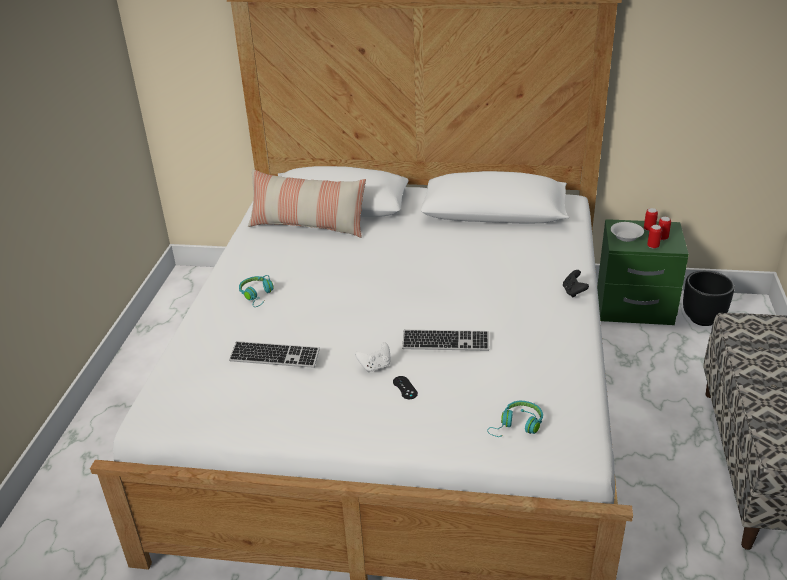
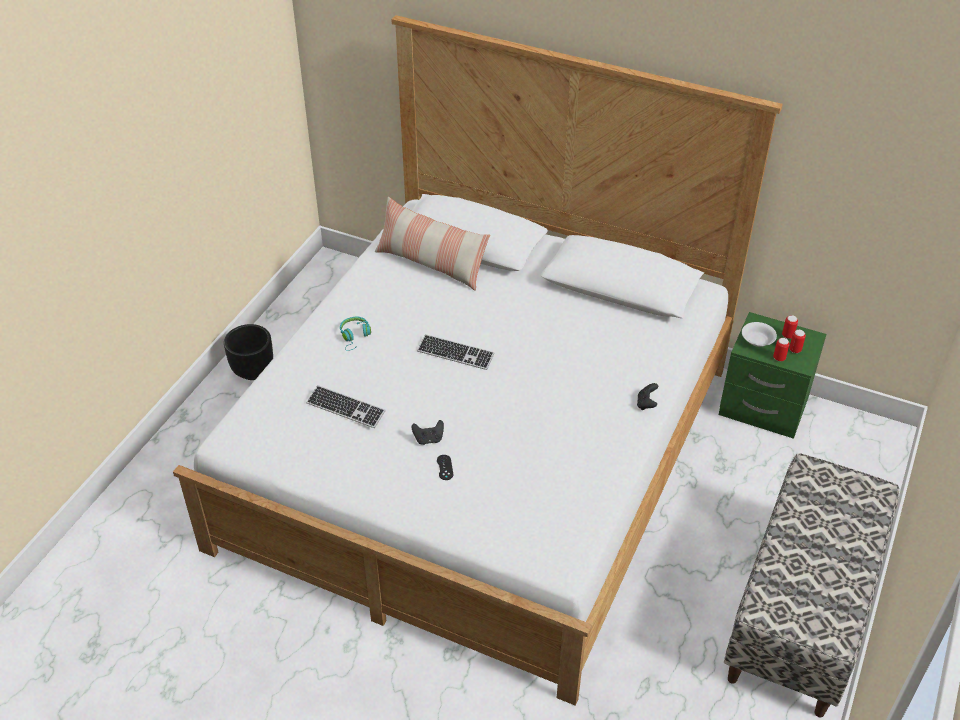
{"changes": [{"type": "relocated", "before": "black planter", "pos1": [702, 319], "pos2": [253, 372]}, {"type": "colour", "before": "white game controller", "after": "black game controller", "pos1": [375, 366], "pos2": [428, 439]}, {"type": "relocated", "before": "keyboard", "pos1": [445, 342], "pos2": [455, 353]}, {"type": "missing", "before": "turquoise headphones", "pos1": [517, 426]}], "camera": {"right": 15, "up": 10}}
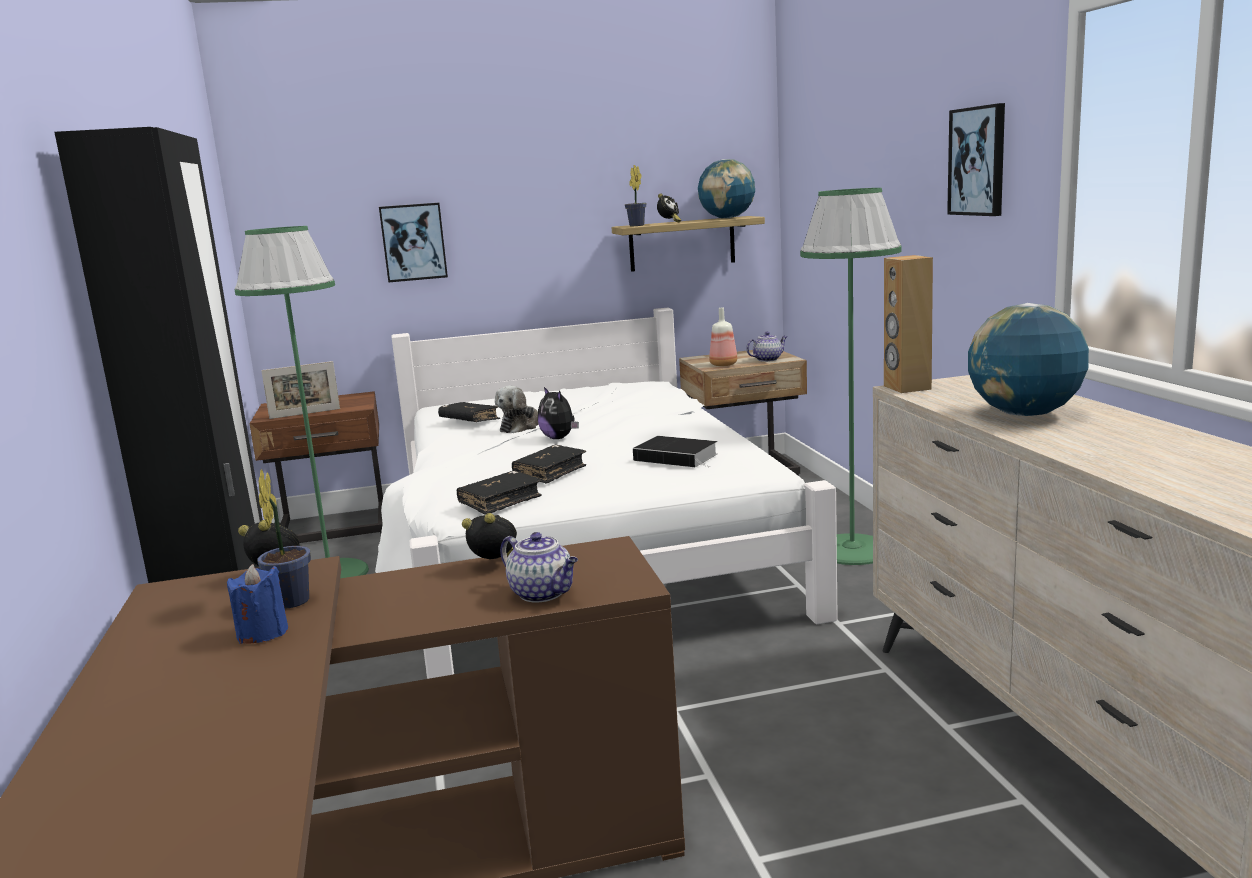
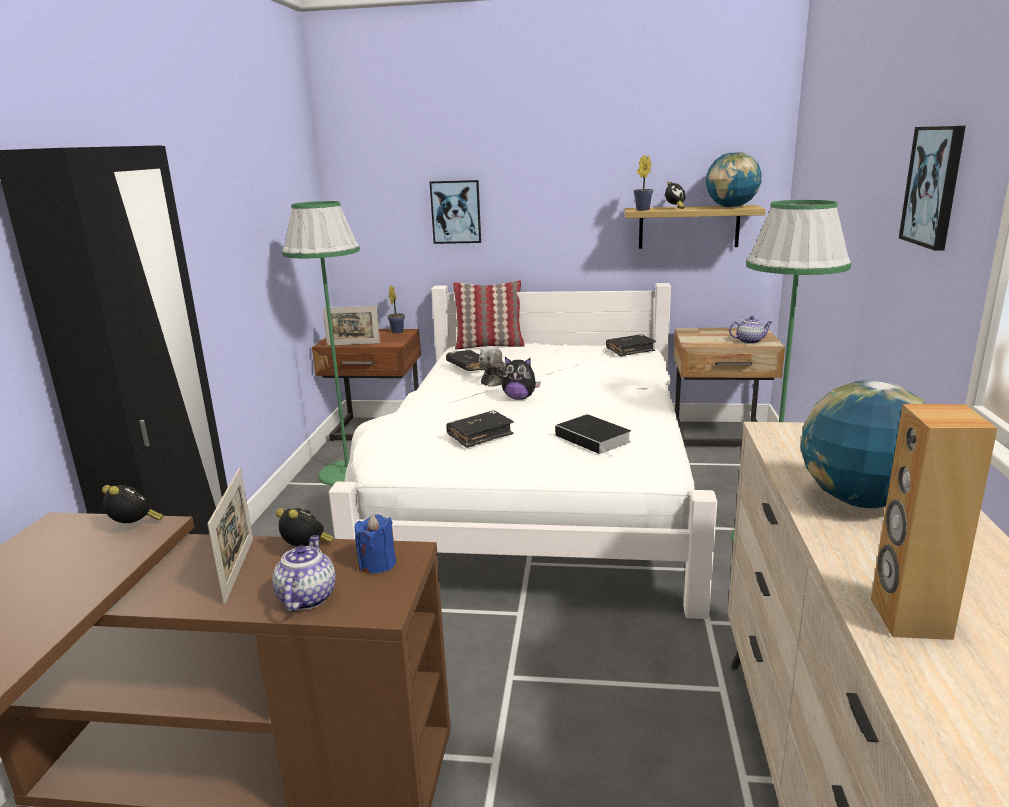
{"changes": [{"type": "appeared", "after": "picture frame", "pos2": [239, 569]}, {"type": "spun", "before": "teapot", "pos1": [543, 593], "pos2": [307, 597], "turn": -150}, {"type": "relocated", "before": "blue candle", "pos1": [262, 633], "pos2": [377, 564]}, {"type": "relocated", "before": "potted plant", "pos1": [292, 599], "pos2": [398, 331]}, {"type": "appeared", "after": "pillow", "pos2": [489, 345]}, {"type": "spun", "before": "plush toy", "pos1": [559, 438], "pos2": [519, 398], "turn": -60}, {"type": "relocated", "before": "black book", "pos1": [500, 501], "pos2": [630, 350]}, {"type": "relocated", "before": "brown speaker", "pos1": [906, 388], "pos2": [909, 618]}, {"type": "missing", "before": "bottle", "pos1": [722, 364]}], "camera": {"right": 20, "up": 5}}
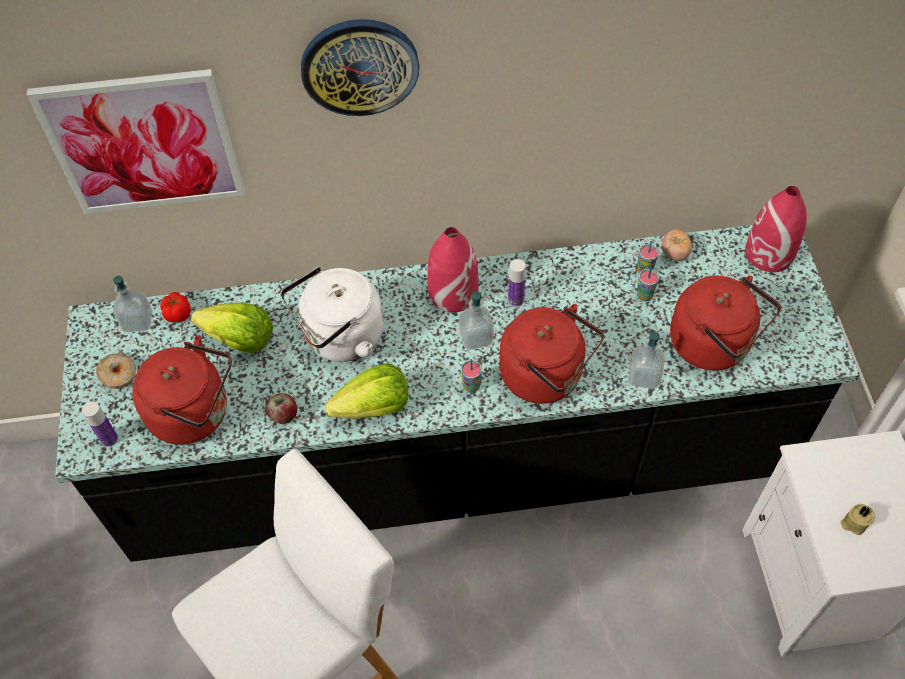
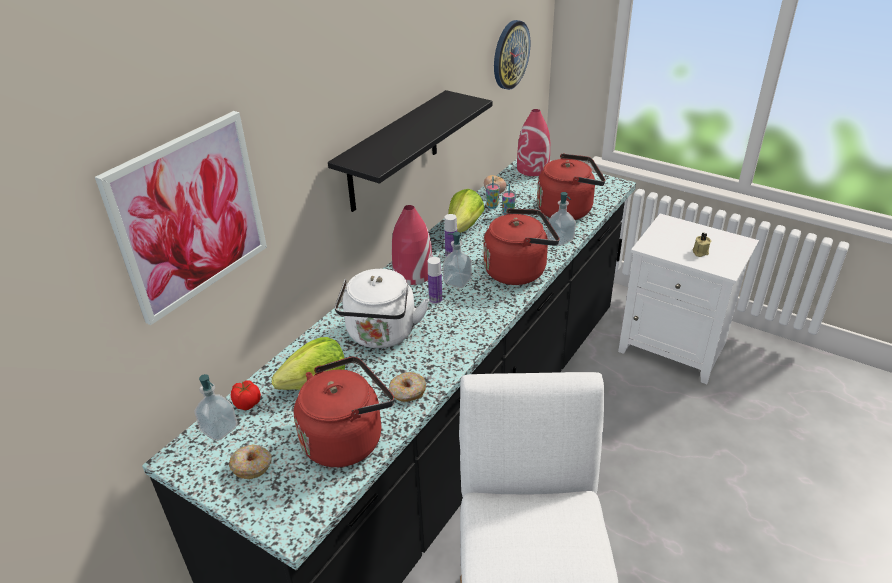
{"changes": [{"type": "appeared", "after": "black shelf", "pos2": [393, 152]}, {"type": "exchanged", "before": "apple", "after": "donut", "pos1": [283, 415], "pos2": [407, 392]}, {"type": "relocated", "before": "bottle", "pos1": [109, 439], "pos2": [435, 300]}, {"type": "relocated", "before": "lettuce", "pos1": [374, 408], "pos2": [463, 227]}, {"type": "relocated", "before": "wall clock", "pos1": [360, 66], "pos2": [510, 55]}, {"type": "missing", "before": "cup", "pos1": [471, 386]}], "camera": {"right": -50, "up": -20}}
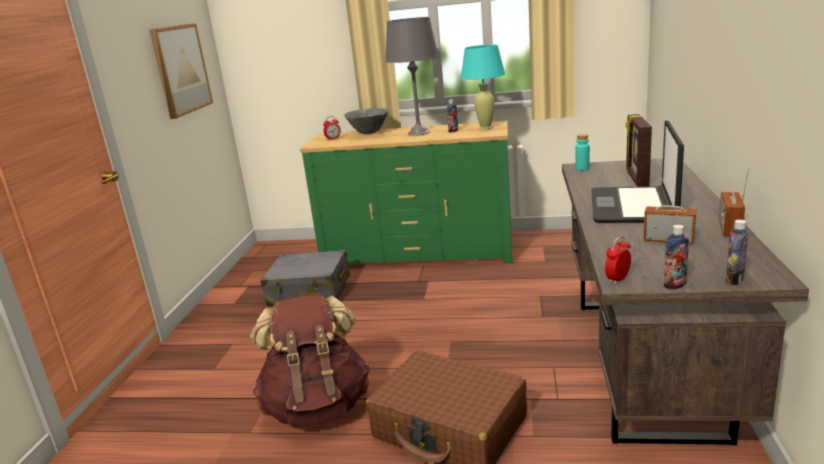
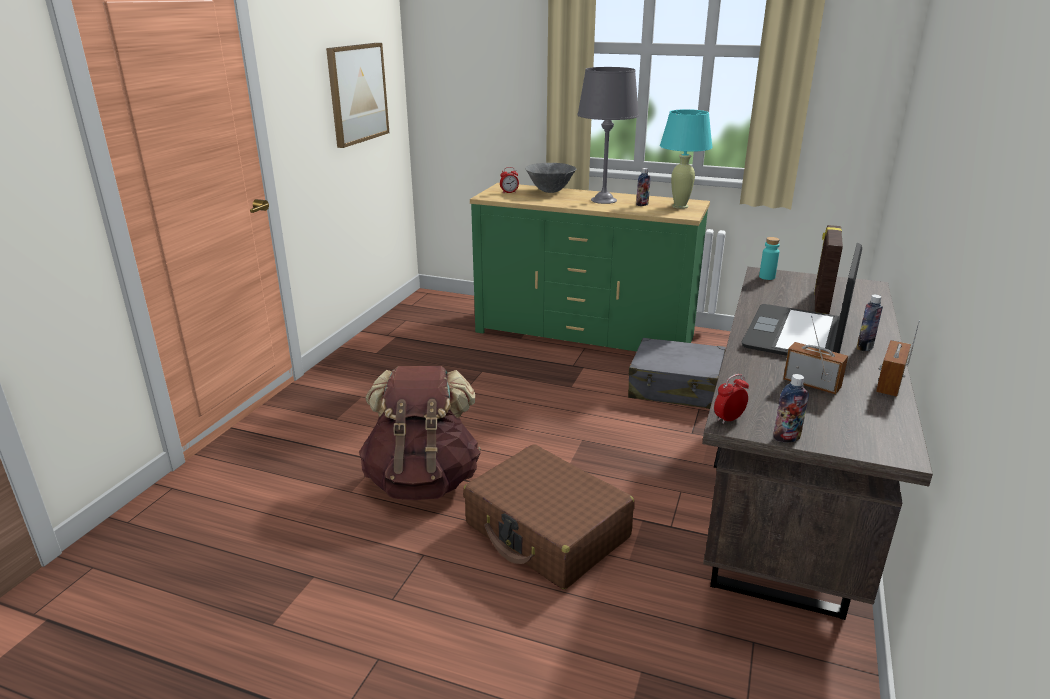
{"changes": [{"type": "relocated", "before": "grey suitcase", "pos1": [310, 291], "pos2": [676, 388]}, {"type": "relocated", "before": "bottle", "pos1": [734, 280], "pos2": [864, 347]}], "camera": {"right": 10, "up": 5}}
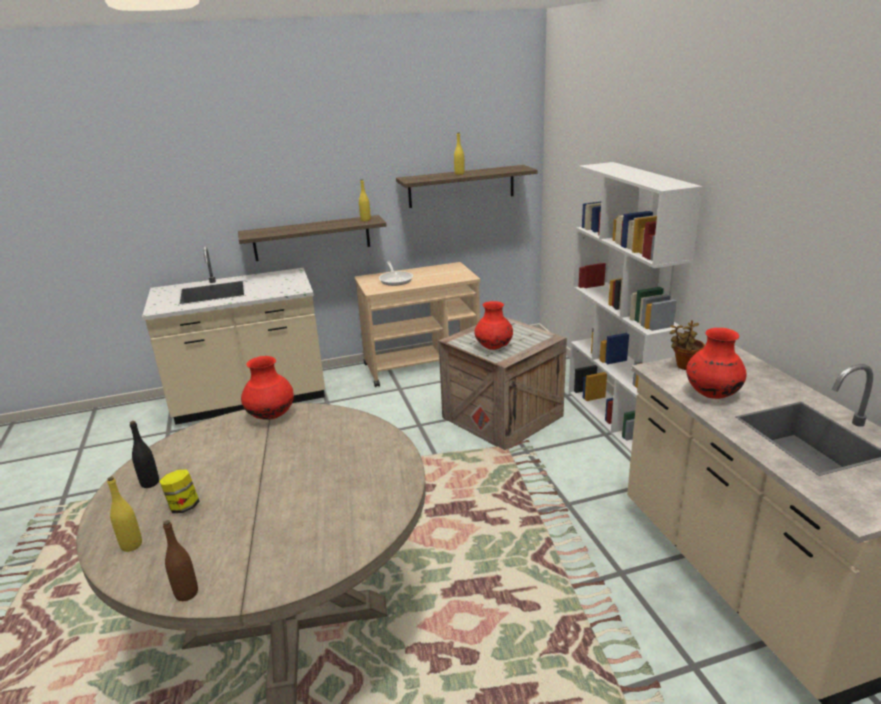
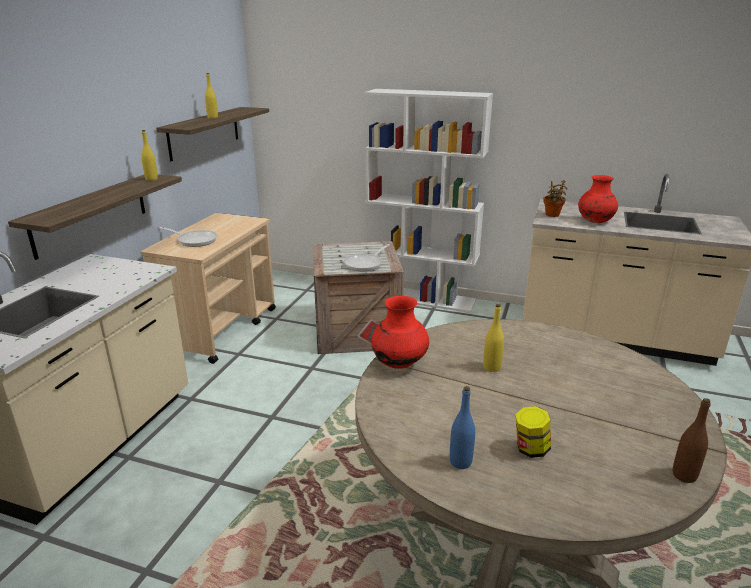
{"changes": [{"type": "exchanged", "before": "red vase", "after": "frying pan", "pos1": [494, 348], "pos2": [365, 264]}, {"type": "colour", "before": "black bottle", "after": "blue bottle", "pos1": [150, 483], "pos2": [460, 462]}, {"type": "relocated", "before": "yellow bottle", "pos1": [131, 545], "pos2": [491, 367]}], "camera": {"right": -55, "up": 0}}
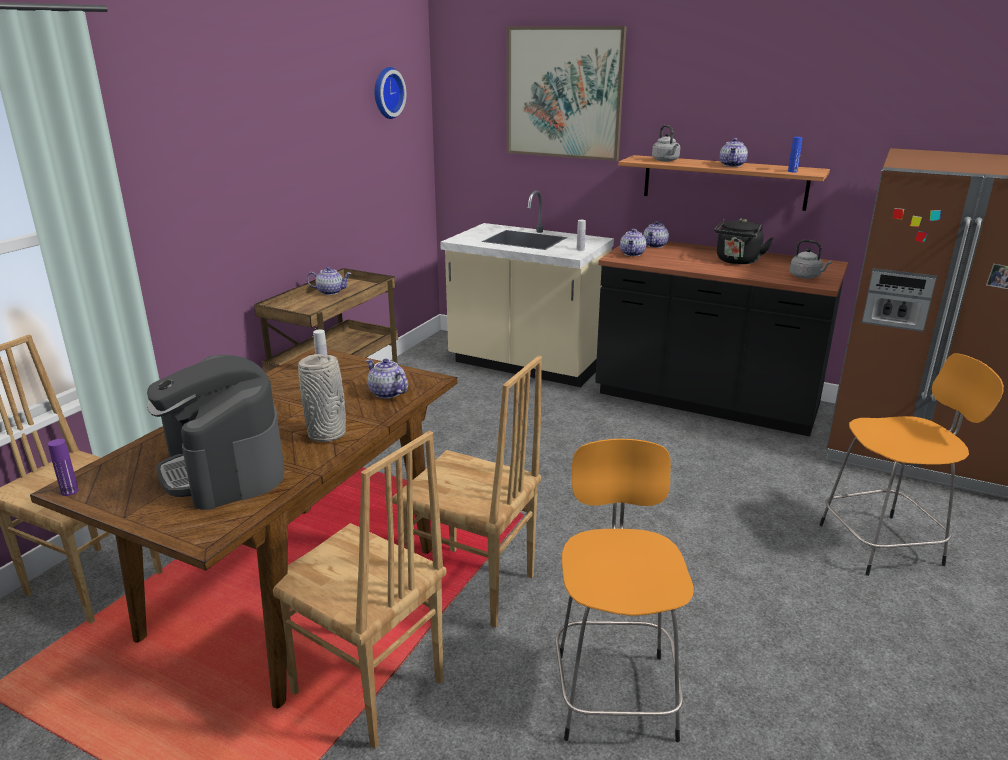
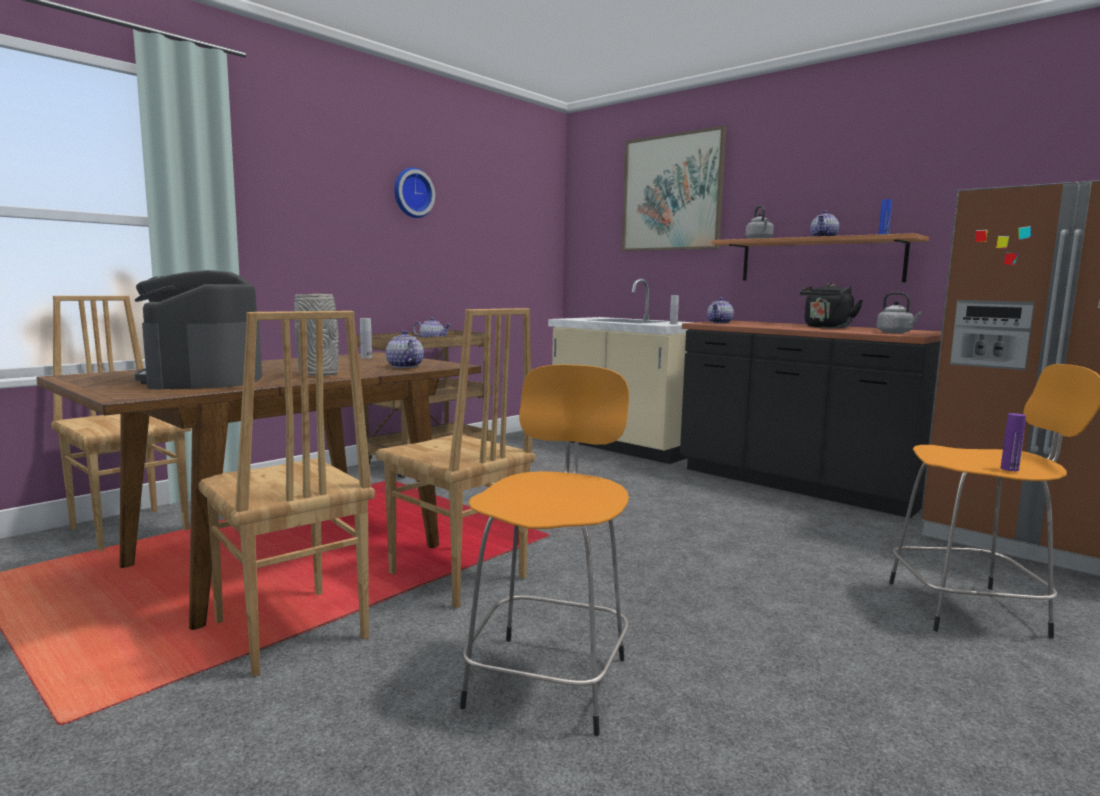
{"changes": [{"type": "relocated", "before": "wall clock", "pos1": [386, 93], "pos2": [412, 193]}, {"type": "relocated", "before": "purple bottle", "pos1": [70, 491], "pos2": [1009, 469]}, {"type": "missing", "before": "teapot", "pos1": [655, 245]}], "camera": {"right": 15, "up": -15}}
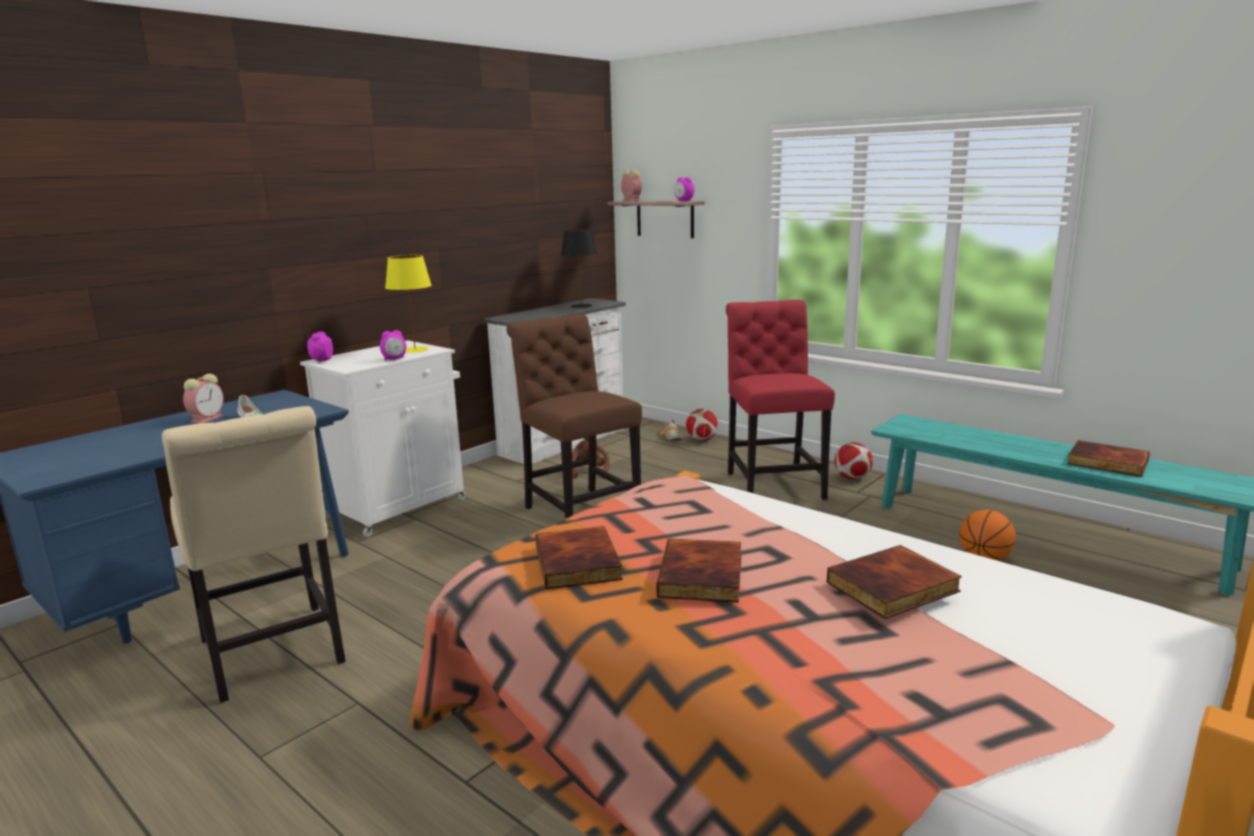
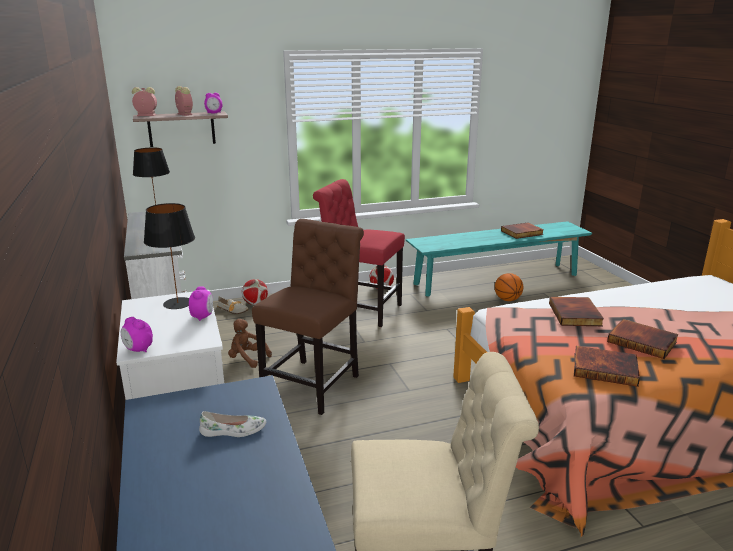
{"changes": [{"type": "colour", "before": "yellow table lamp", "after": "black table lamp", "pos1": [414, 350], "pos2": [178, 303]}, {"type": "relocated", "before": "alarm clock", "pos1": [207, 418], "pos2": [184, 114]}, {"type": "spun", "before": "brown chair", "pos1": [579, 510], "pos2": [314, 383], "turn": 120}, {"type": "relocated", "before": "book", "pos1": [893, 588], "pos2": [576, 315]}], "camera": {"right": -60, "up": 5}}
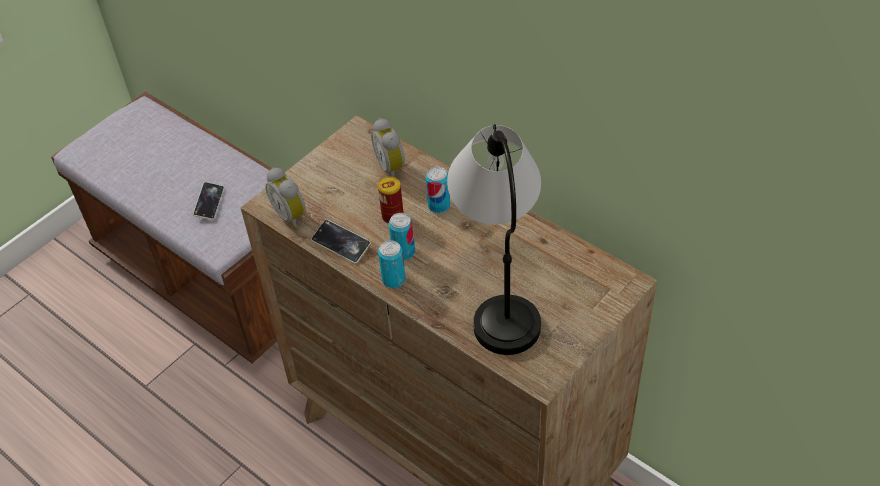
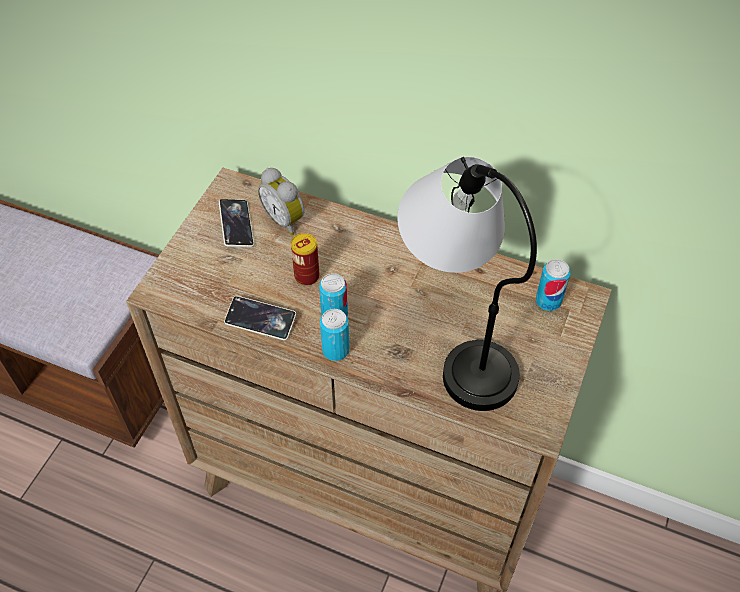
{"changes": [{"type": "relocated", "before": "phone", "pos1": [209, 203], "pos2": [236, 225]}, {"type": "relocated", "before": "can", "pos1": [439, 206], "pos2": [548, 301]}, {"type": "missing", "before": "alarm clock", "pos1": [292, 215]}], "camera": {"right": -20, "up": 5}}
